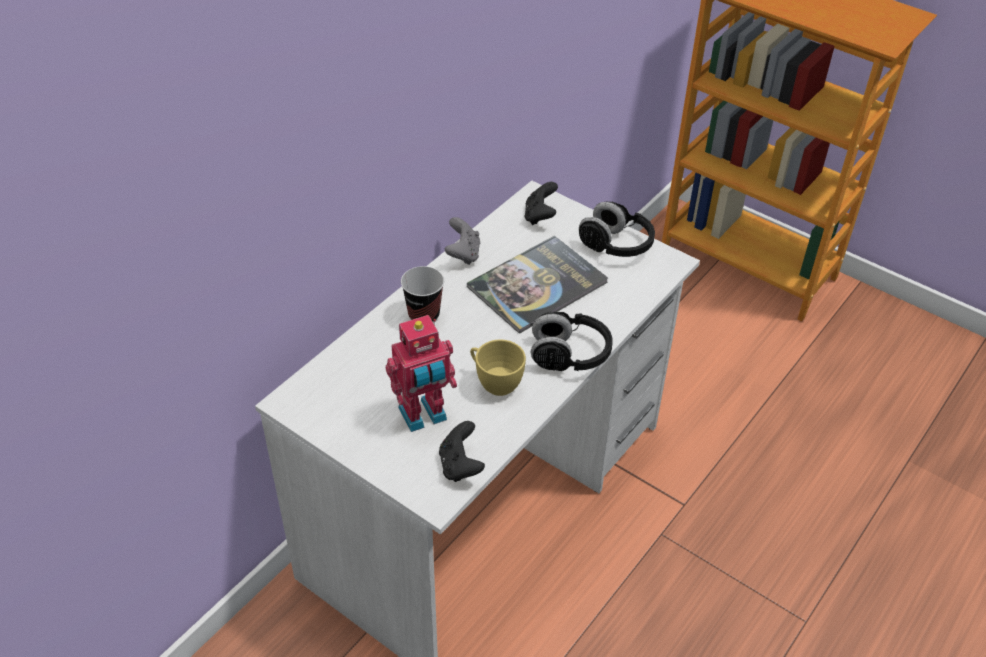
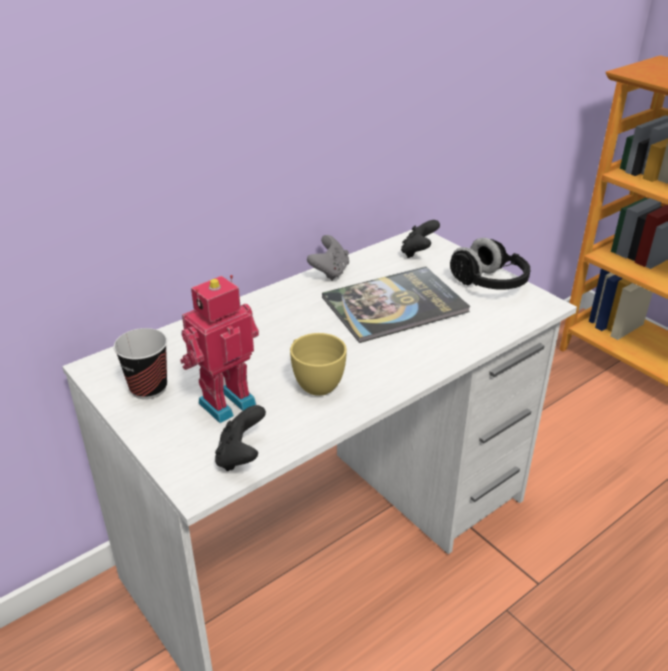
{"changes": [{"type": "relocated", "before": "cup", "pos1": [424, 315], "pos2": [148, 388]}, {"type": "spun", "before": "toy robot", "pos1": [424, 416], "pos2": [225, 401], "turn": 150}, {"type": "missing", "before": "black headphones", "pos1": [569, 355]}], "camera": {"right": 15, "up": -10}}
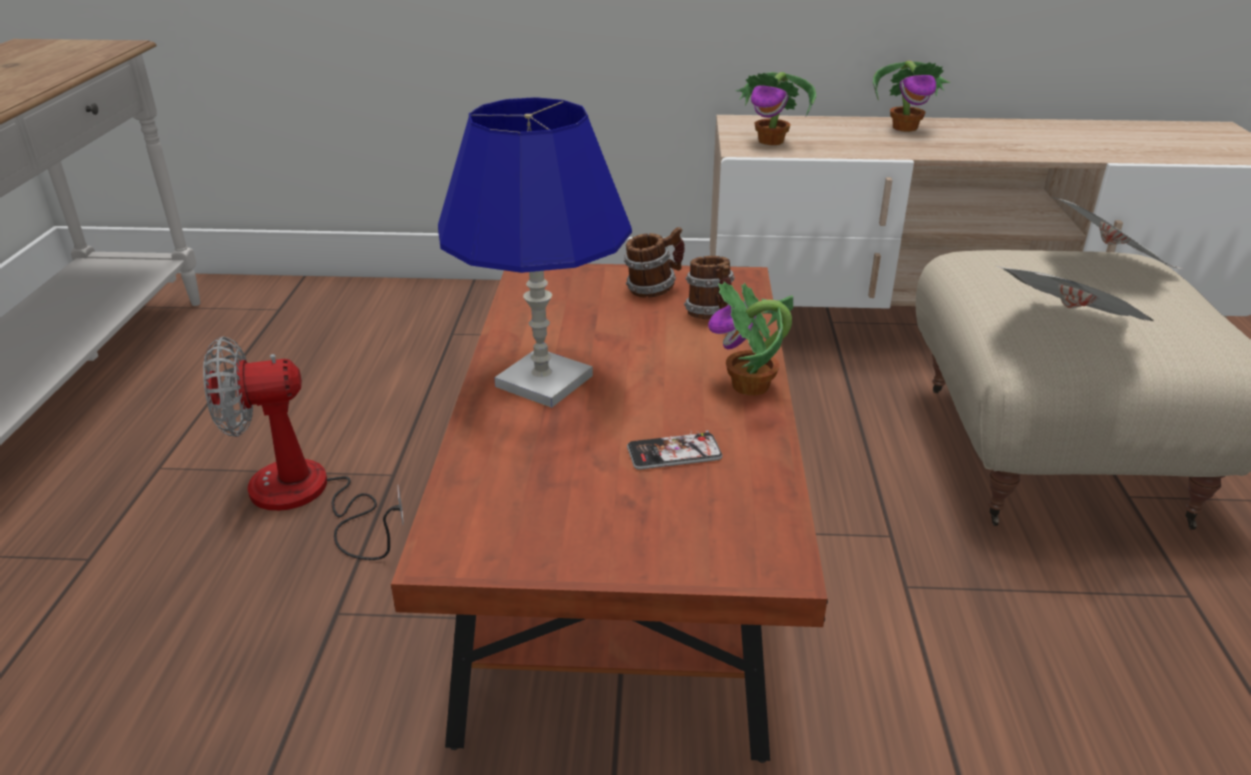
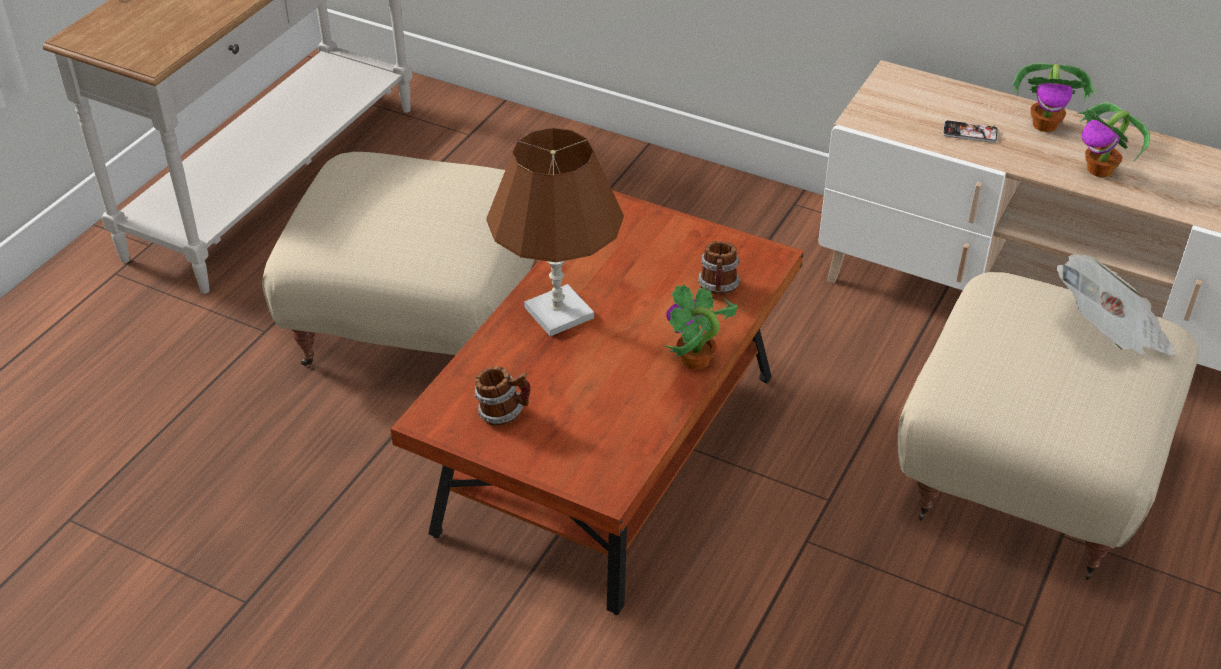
{"changes": [{"type": "exchanged", "before": "fan", "after": "beige ottoman", "pos1": [306, 498], "pos2": [419, 328]}, {"type": "relocated", "before": "mug", "pos1": [653, 289], "pos2": [504, 413]}, {"type": "colour", "before": "blue table lamp", "after": "brown table lamp", "pos1": [543, 381], "pos2": [558, 312]}, {"type": "relocated", "before": "phone", "pos1": [674, 453], "pos2": [970, 133]}, {"type": "relocated", "before": "potted plant", "pos1": [772, 141], "pos2": [1100, 170]}, {"type": "missing", "before": "newspaper", "pos1": [1066, 332]}], "camera": {"right": 25, "up": 10}}
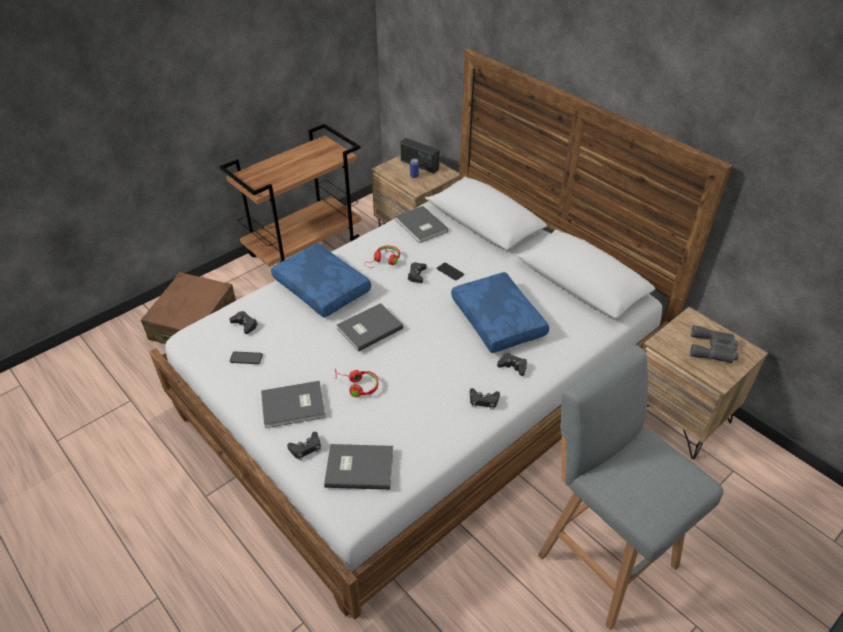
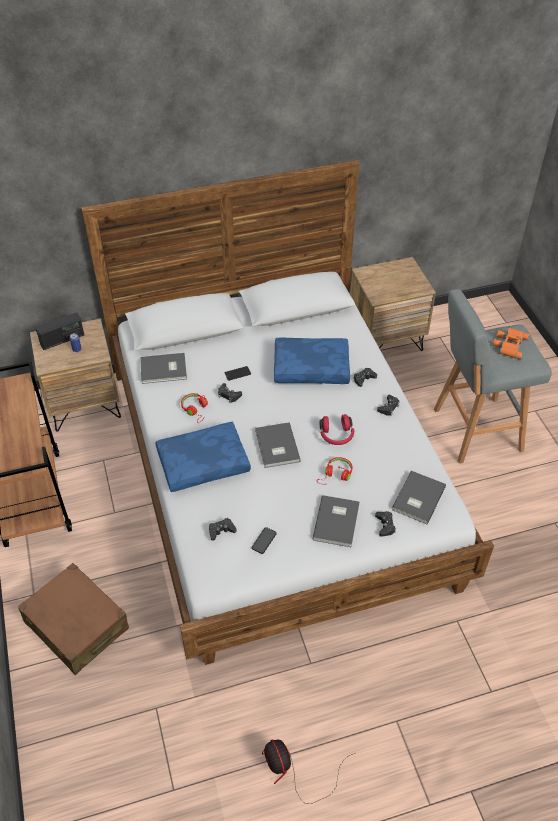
{"changes": [{"type": "appeared", "after": "fan", "pos2": [294, 771]}, {"type": "appeared", "after": "red headphones", "pos2": [336, 435]}, {"type": "appeared", "after": "orange binoculars", "pos2": [509, 344]}, {"type": "missing", "before": "grey binoculars", "pos1": [714, 349]}], "camera": {"right": -65, "up": 5}}
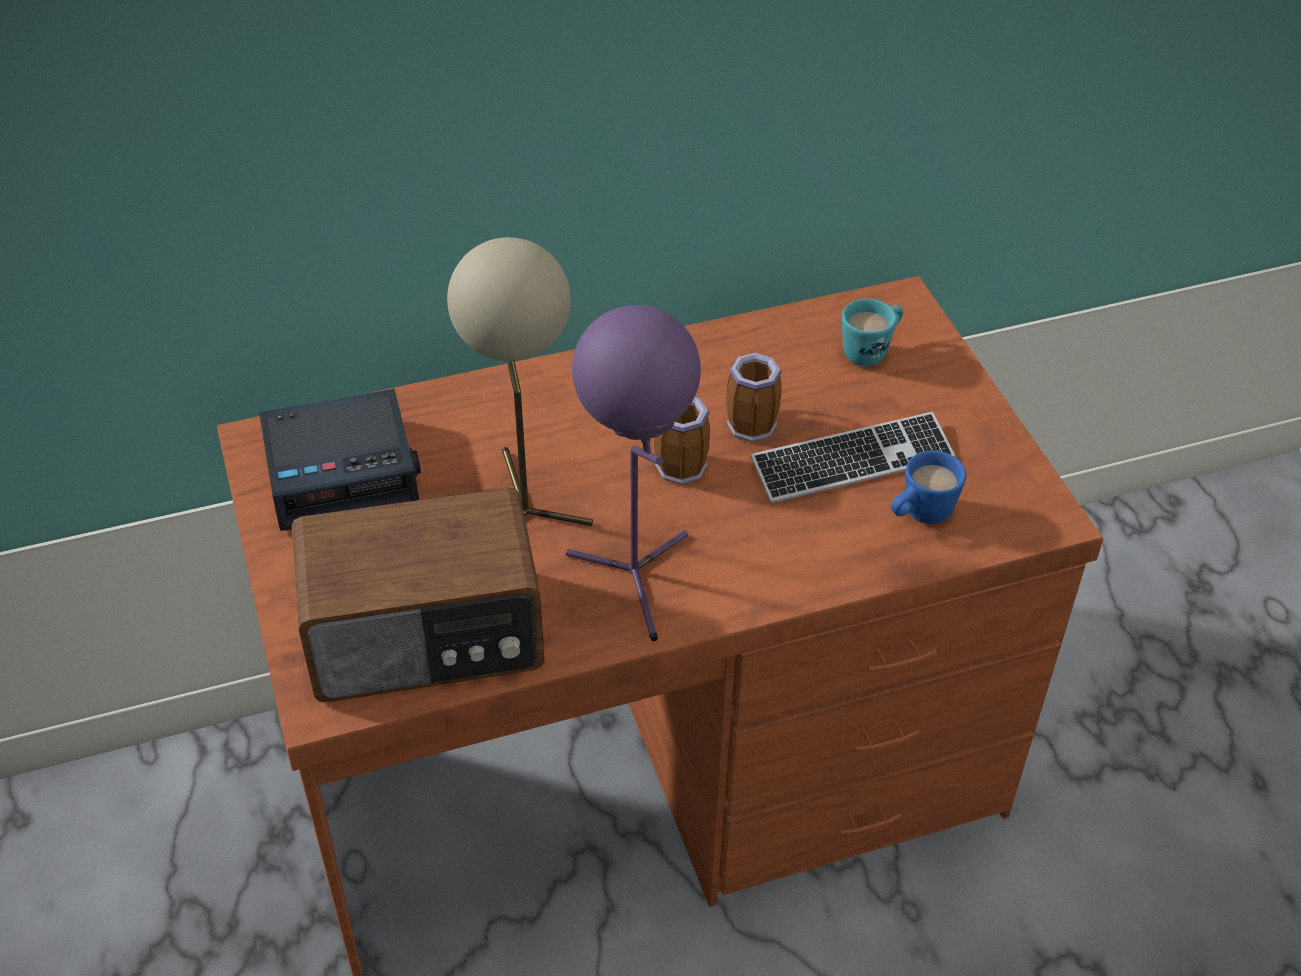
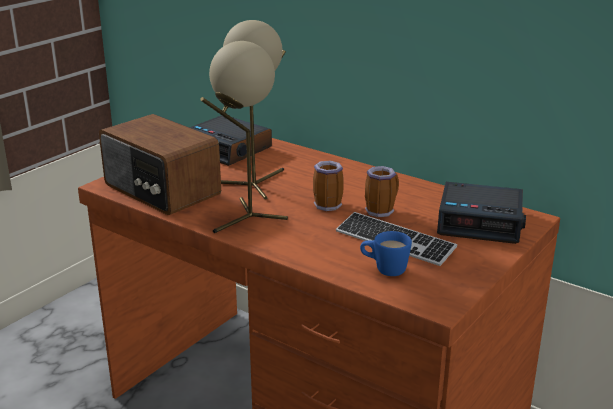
{"changes": [{"type": "colour", "before": "purple table lamp", "after": "beige table lamp", "pos1": [637, 580], "pos2": [245, 218]}, {"type": "exchanged", "before": "turquoise mug", "after": "alarm clock", "pos1": [871, 350], "pos2": [480, 222]}], "camera": {"right": 55, "up": -20}}
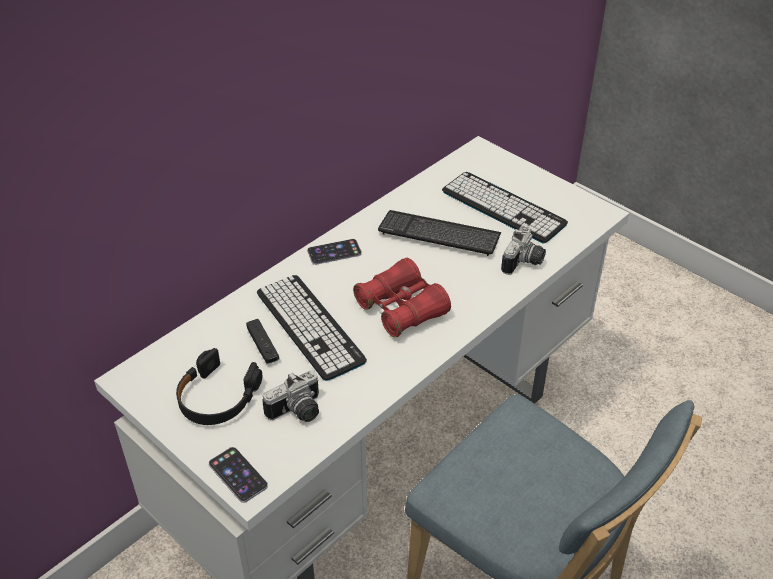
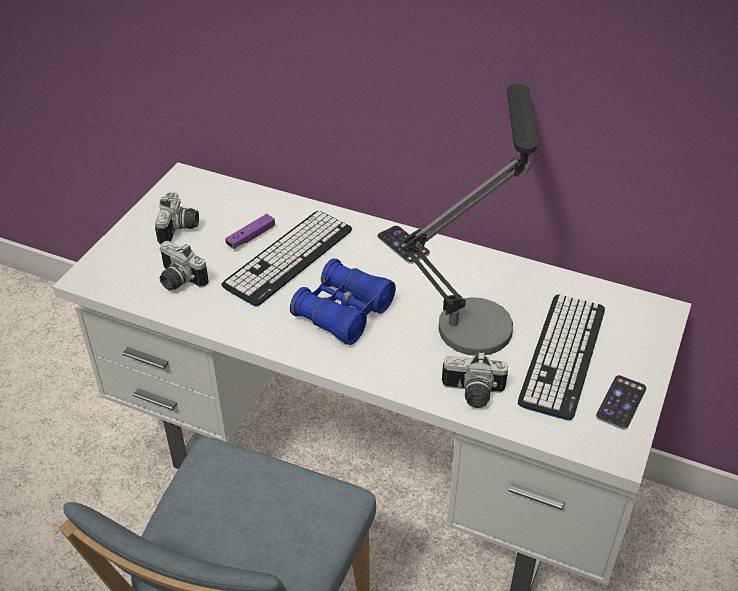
{"changes": [{"type": "exchanged", "before": "black headphones", "after": "photo camera", "pos1": [217, 397], "pos2": [180, 229]}, {"type": "colour", "before": "black game controller", "after": "purple game controller", "pos1": [263, 346], "pos2": [251, 237]}, {"type": "colour", "before": "red binoculars", "after": "blue binoculars", "pos1": [401, 308], "pos2": [343, 312]}, {"type": "exchanged", "before": "keyboard", "after": "table lamp", "pos1": [439, 234], "pos2": [478, 312]}, {"type": "relocated", "before": "phone", "pos1": [238, 475], "pos2": [621, 402]}], "camera": {"right": 70, "up": 0}}
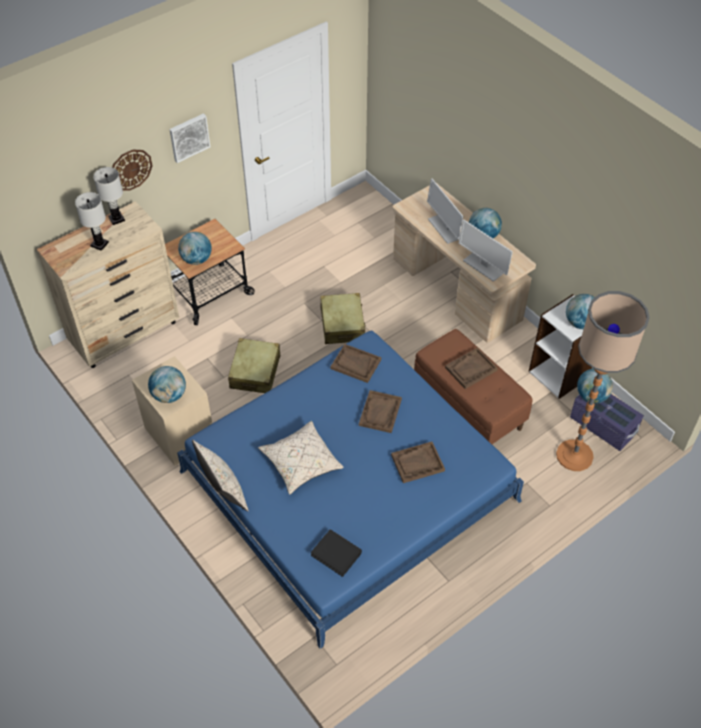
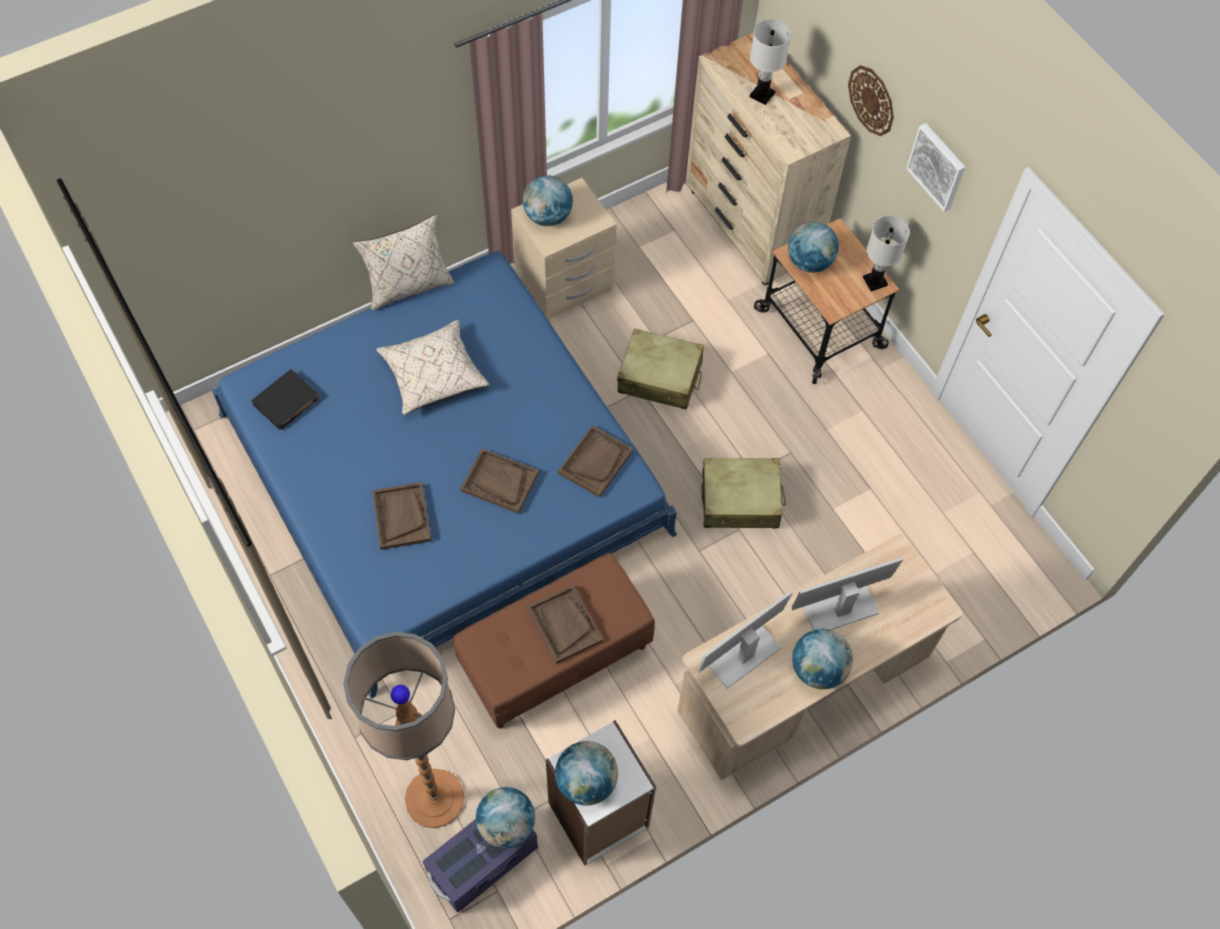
{"changes": [{"type": "relocated", "before": "white table lamp", "pos1": [116, 219], "pos2": [875, 281]}], "camera": {"right": 95, "up": 10}}
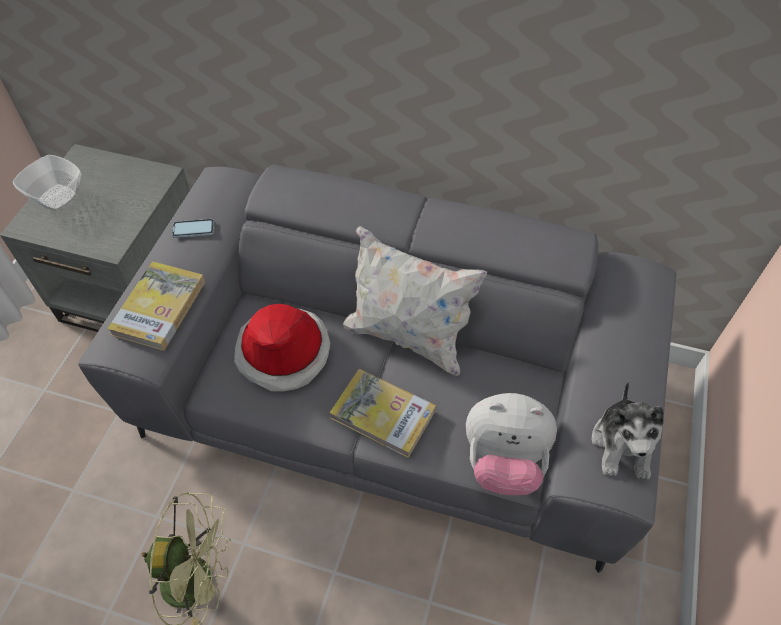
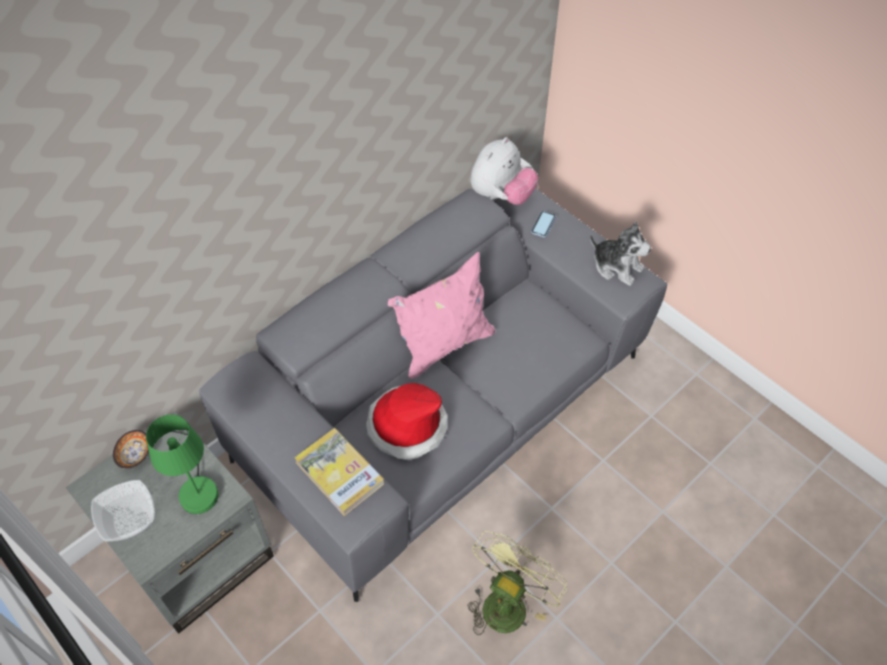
{"changes": [{"type": "appeared", "after": "bowl", "pos2": [133, 455]}, {"type": "appeared", "after": "green table lamp", "pos2": [196, 485]}, {"type": "colour", "before": "white pillow", "after": "pink pillow", "pos1": [408, 337], "pos2": [444, 345]}, {"type": "relocated", "before": "plush toy", "pos1": [503, 461], "pos2": [501, 196]}, {"type": "relocated", "before": "phone", "pos1": [193, 229], "pos2": [543, 225]}, {"type": "missing", "before": "book", "pos1": [383, 414]}], "camera": {"right": -60, "up": 0}}
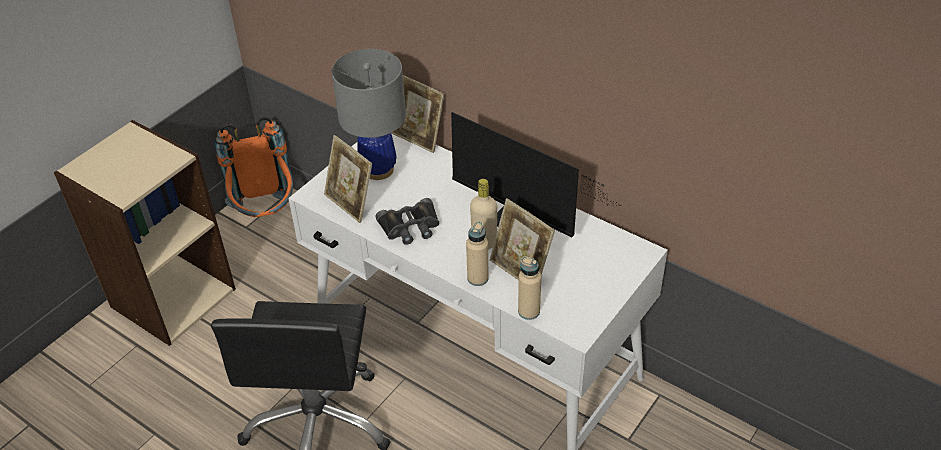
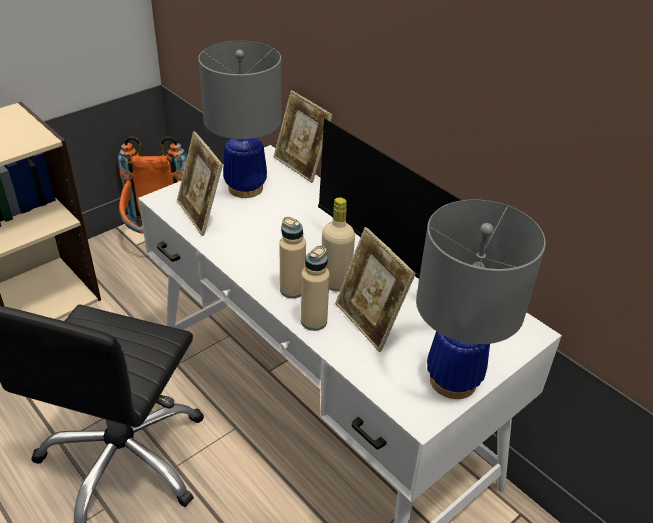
{"changes": [{"type": "relocated", "before": "beige bottle", "pos1": [529, 311], "pos2": [292, 290]}, {"type": "appeared", "after": "grey table lamp", "pos2": [452, 380]}, {"type": "missing", "before": "black binoculars", "pos1": [410, 227]}], "camera": {"right": 10, "up": -5}}
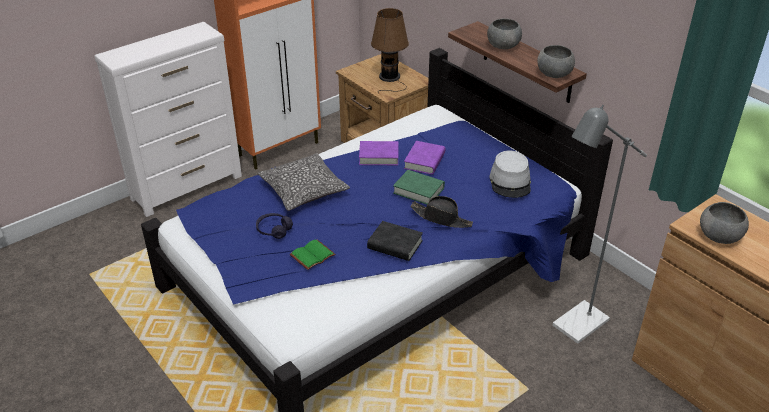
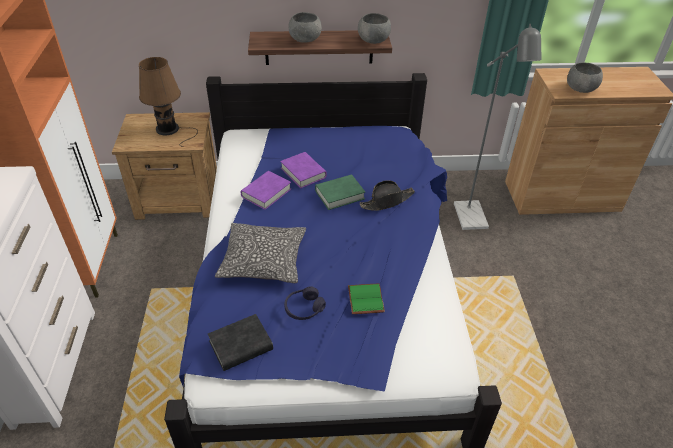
{"changes": [{"type": "relocated", "before": "black book", "pos1": [395, 245], "pos2": [241, 346]}, {"type": "missing", "before": "grey hat", "pos1": [510, 181]}], "camera": {"right": -55, "up": 5}}
